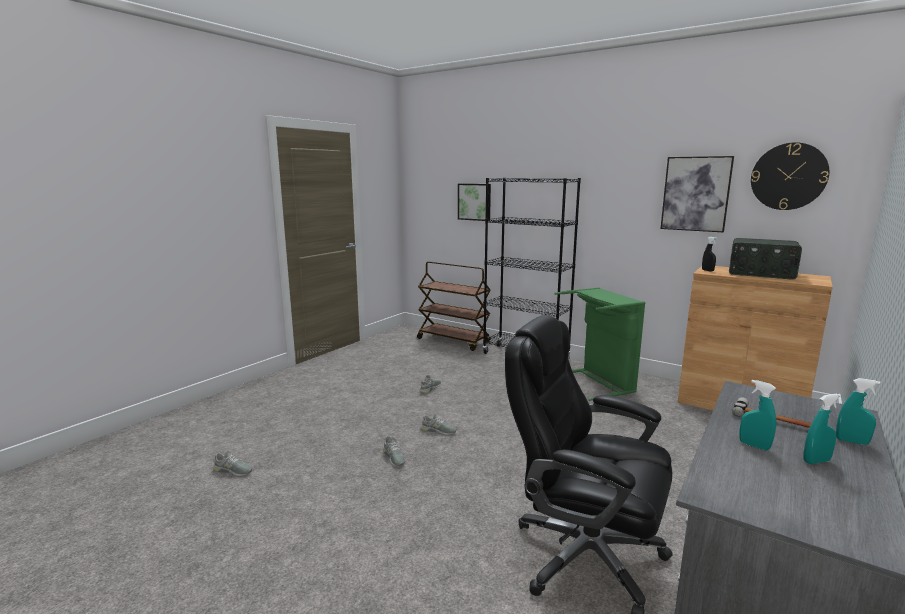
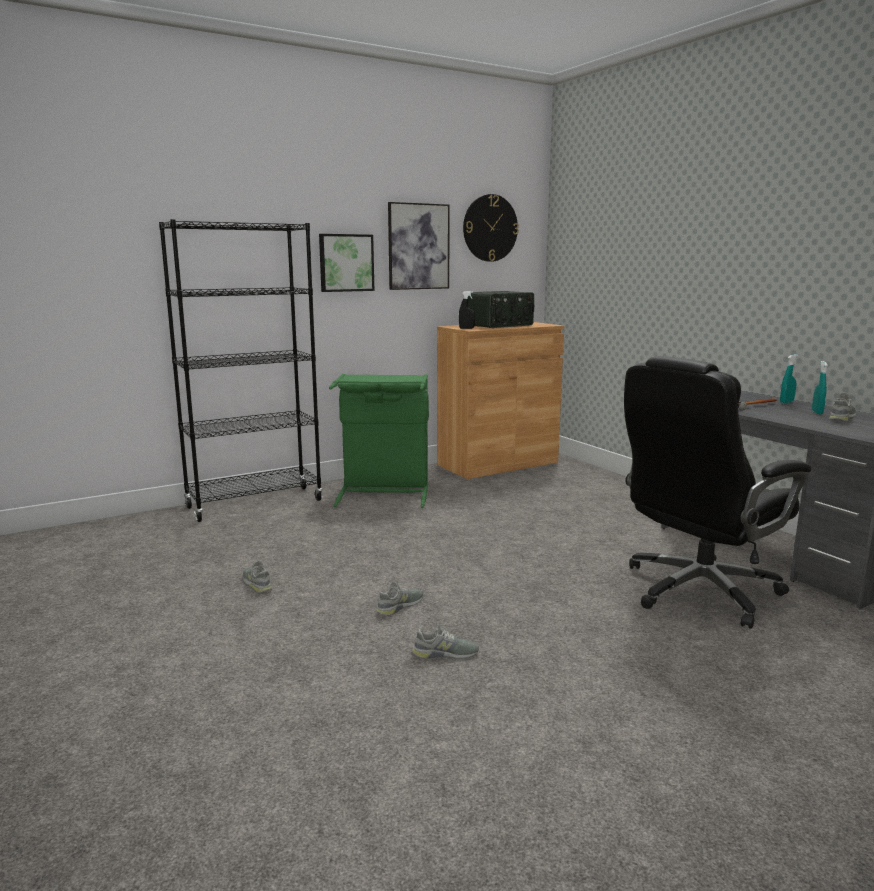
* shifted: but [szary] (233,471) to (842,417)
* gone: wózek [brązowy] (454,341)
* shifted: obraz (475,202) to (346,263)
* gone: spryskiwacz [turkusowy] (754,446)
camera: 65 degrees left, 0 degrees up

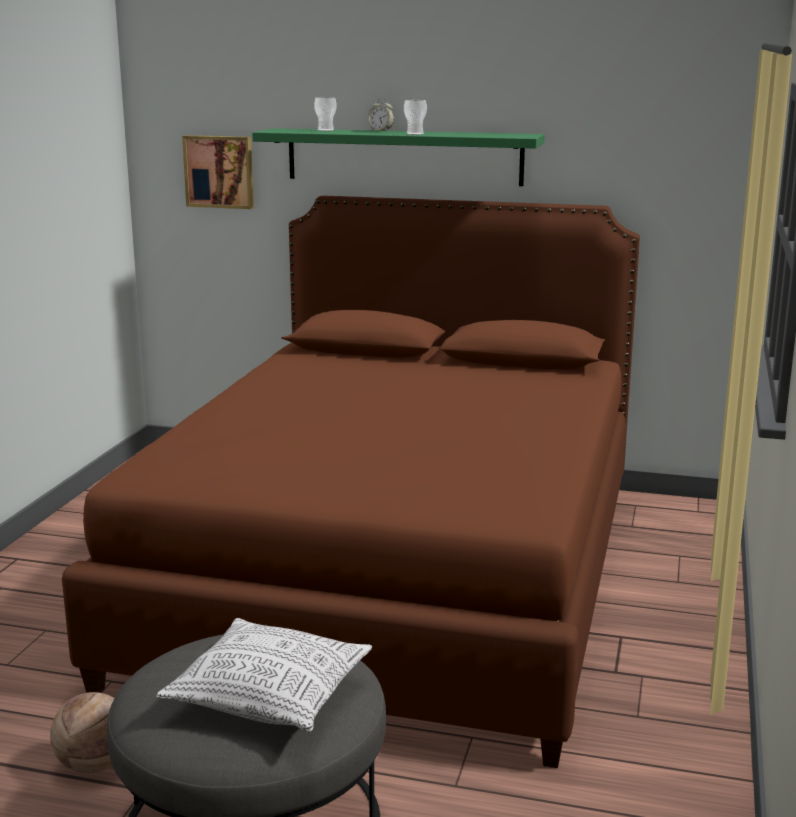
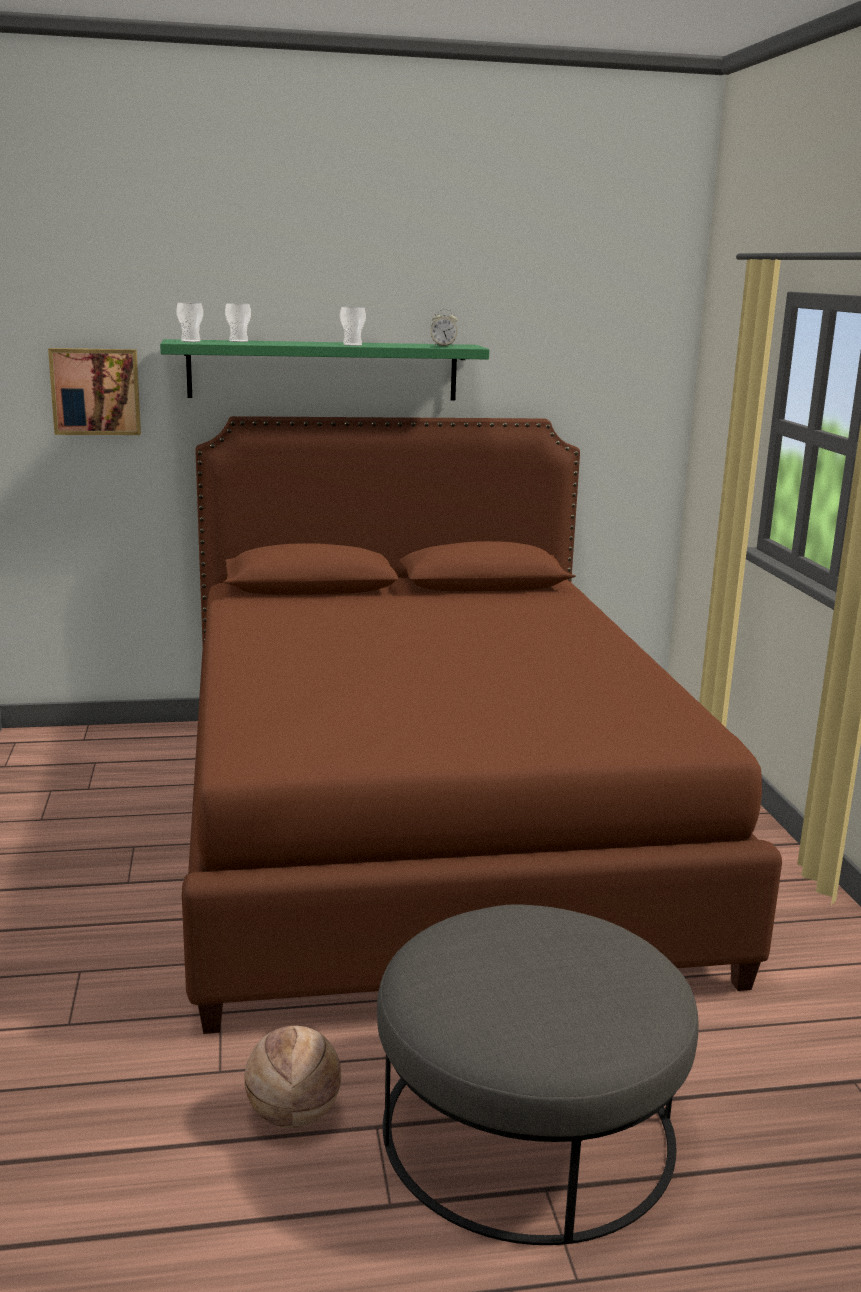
* gone: poduszka (270,696)
* shifted: budzik (381,131) to (443,346)
* new: filiżanka (190,341)
camera: 25 degrees left, 0 degrees up

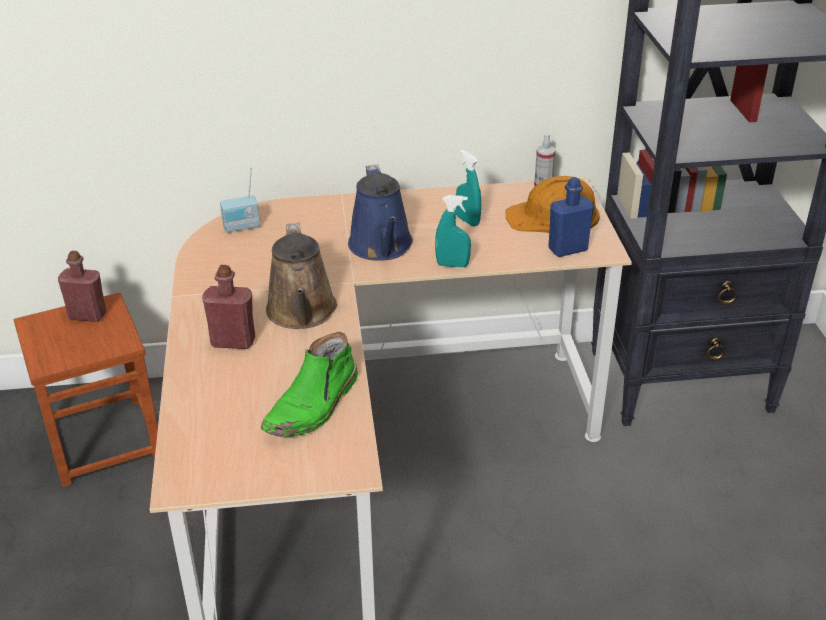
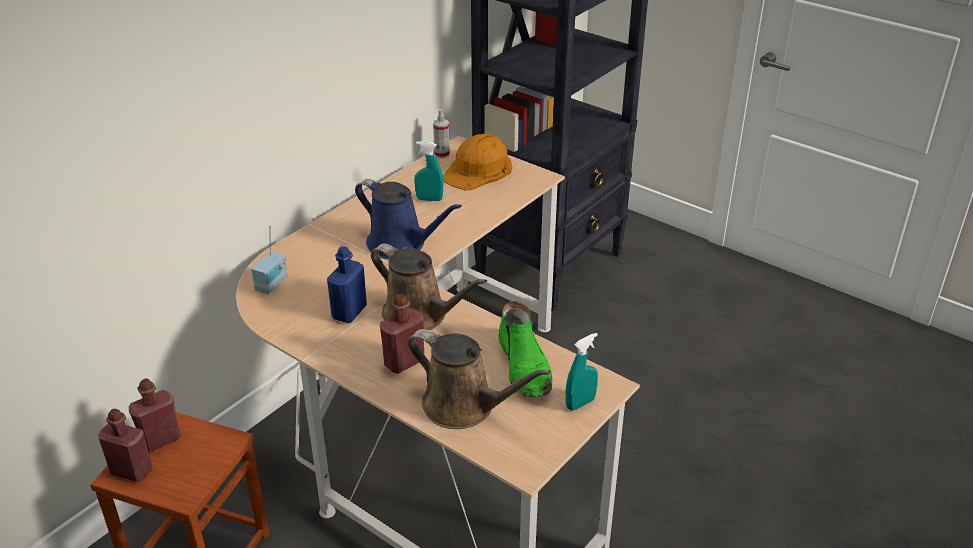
* shifted: spryskiwacz [turkusowy] (452,265) to (580,403)
* shifted: butelka [niebieski] (568,249) to (349,312)
* new: butelka [czerwony] (132,471)
* new: konewka [brązowy] (464,407)
camera: 45 degrees left, 0 degrees up

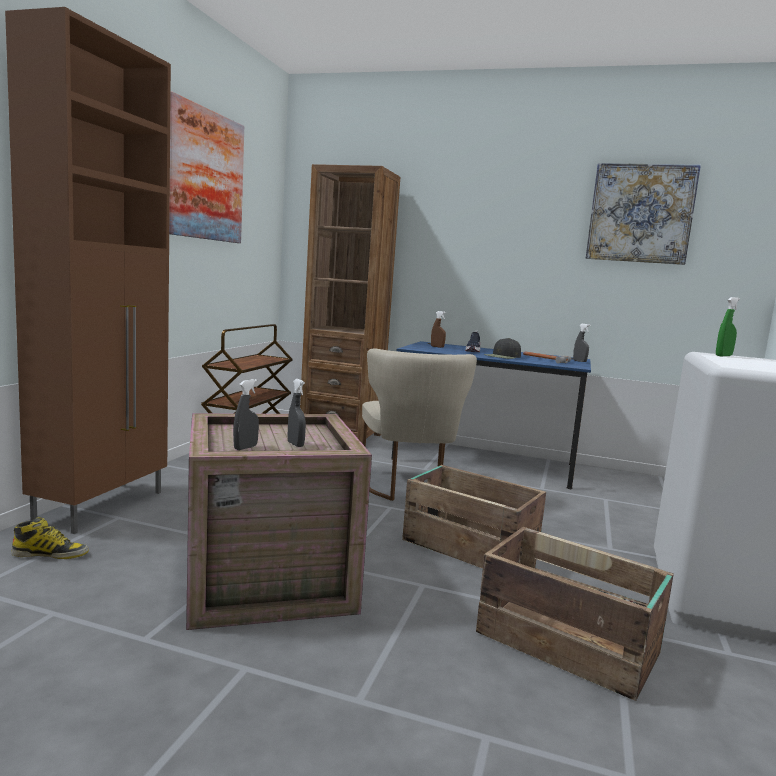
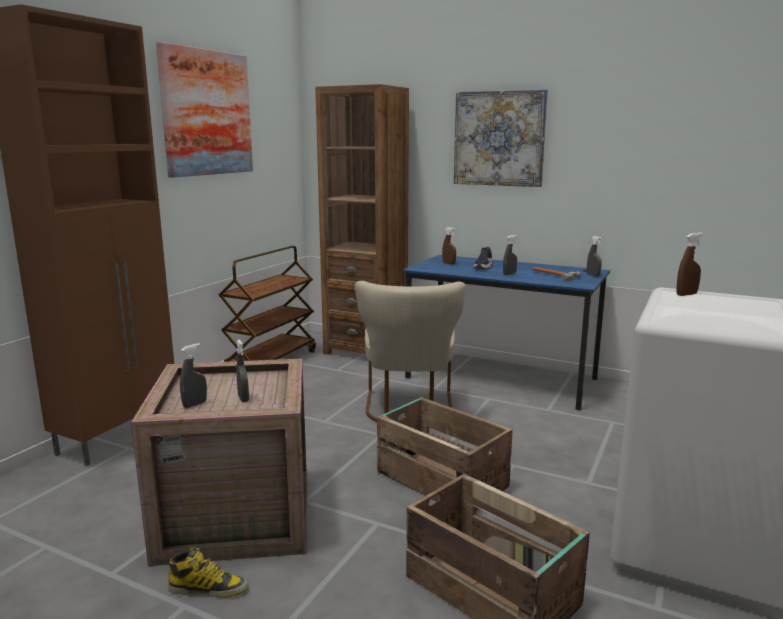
* shifted: but z cholewką (51,554) to (208,588)
* swapped: czapka z daszkiem [czarny] (503,356) to spryskiwacz [szary] (509,274)
* shifted: obraz (640,213) to (499,138)
* repainted: spryskiwacz [zielony] (723,356) to spryskiwacz [brązowy] (686,294)
camera: 10 degrees right, 5 degrees up

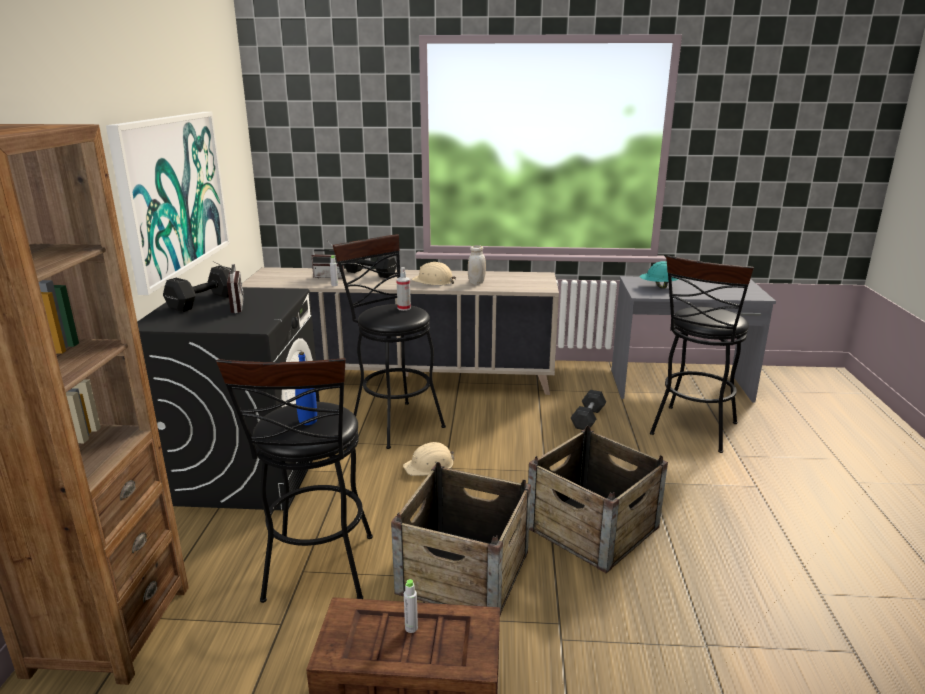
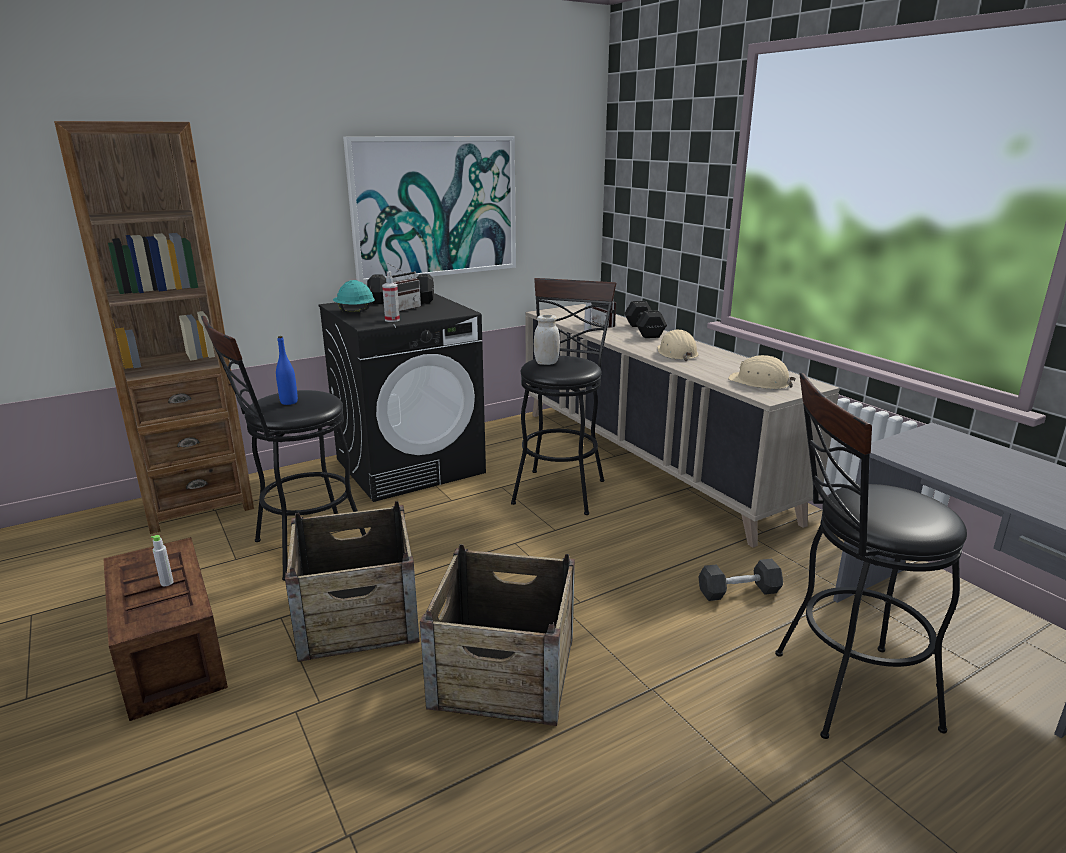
* shifted: spryskiwacz (404,308) to (392,320)
* shifted: kask [beżowy] (430,465) to (760,382)
* shifted: słoik [biały] (476,283) to (546,363)
* shifted: kask [turkusowy] (658,287) to (354,312)
camera: 55 degrees right, 0 degrees up

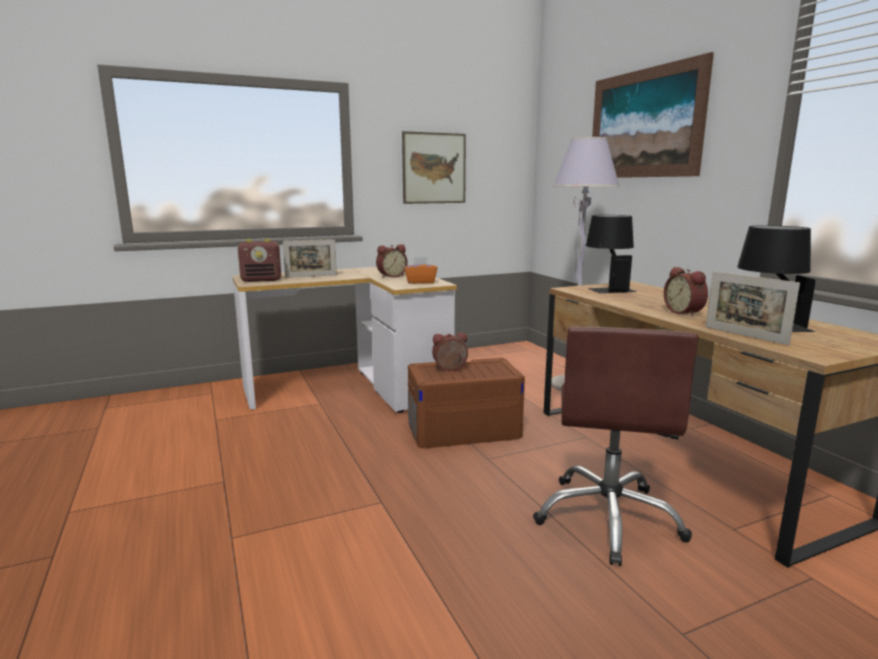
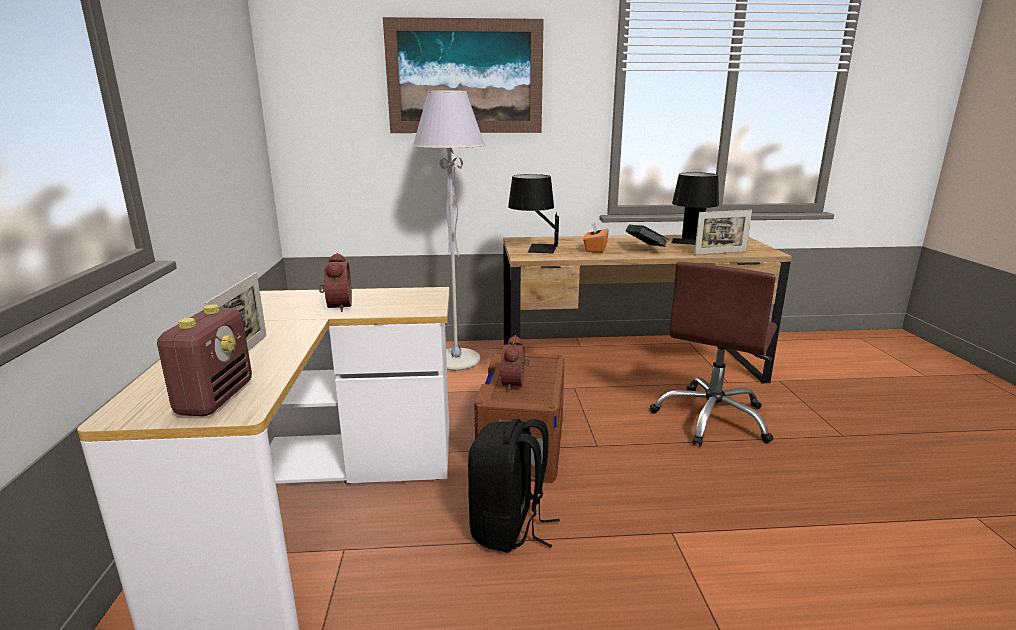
* gone: obraz (434,168)
* shifted: pudełko chusteczek [pomarańczowy] (420,282) to (595,249)
* rotated: krzesło biurowe [brązowy] (609,518) = (712,419) 90 degrees clockwise
* swapped: budzik (685,312) to książka (645,249)
* new: plecak [czarny] (509,528)
camera: 70 degrees left, 5 degrees up

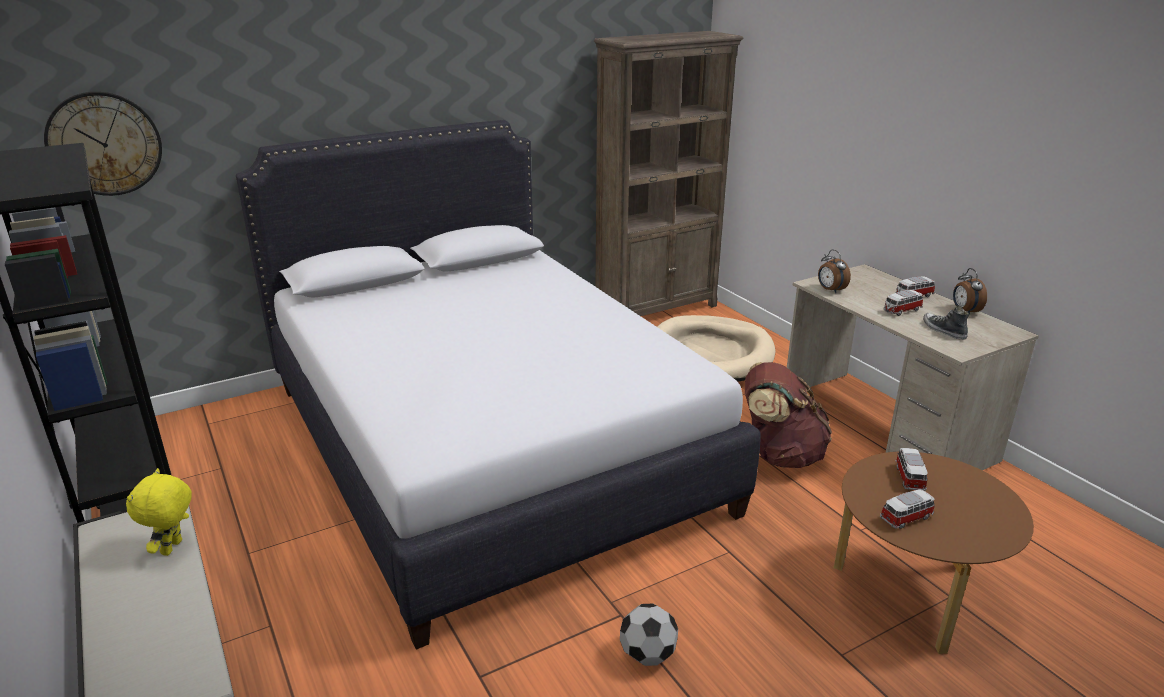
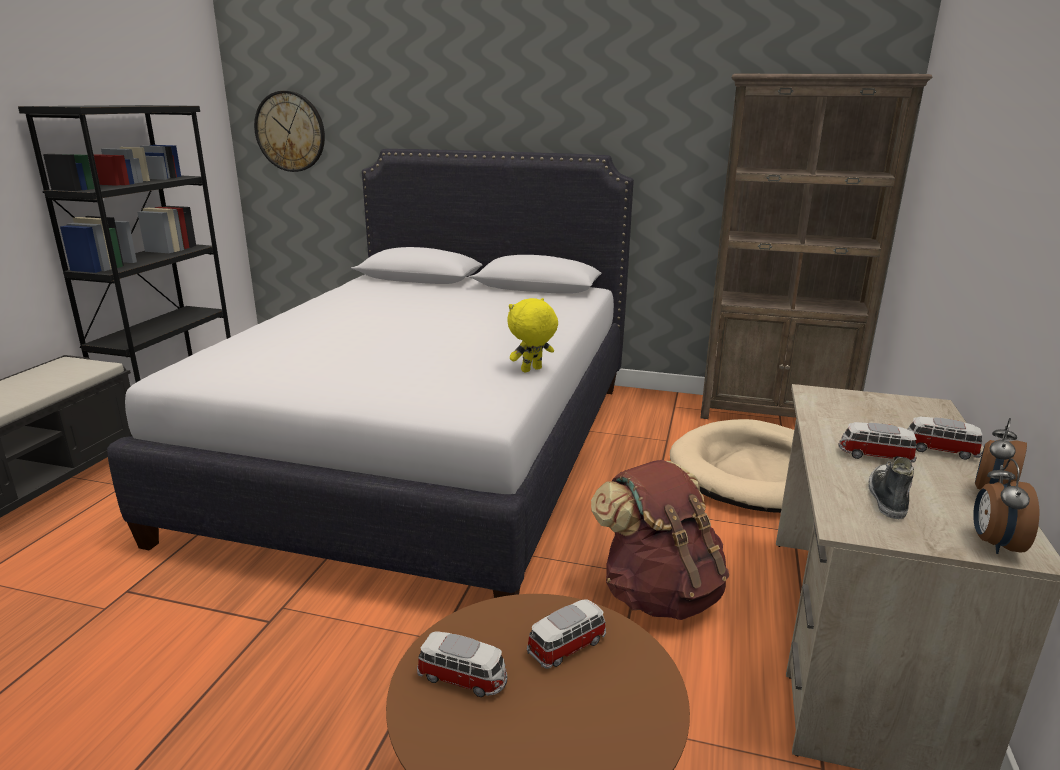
* shifted: pluszak [żółty] (173,548) to (532,370)
* gone: piłka futbolowa (648,655)
* shifted: budzik (830,290) to (993,544)
camera: 45 degrees right, 5 degrees down

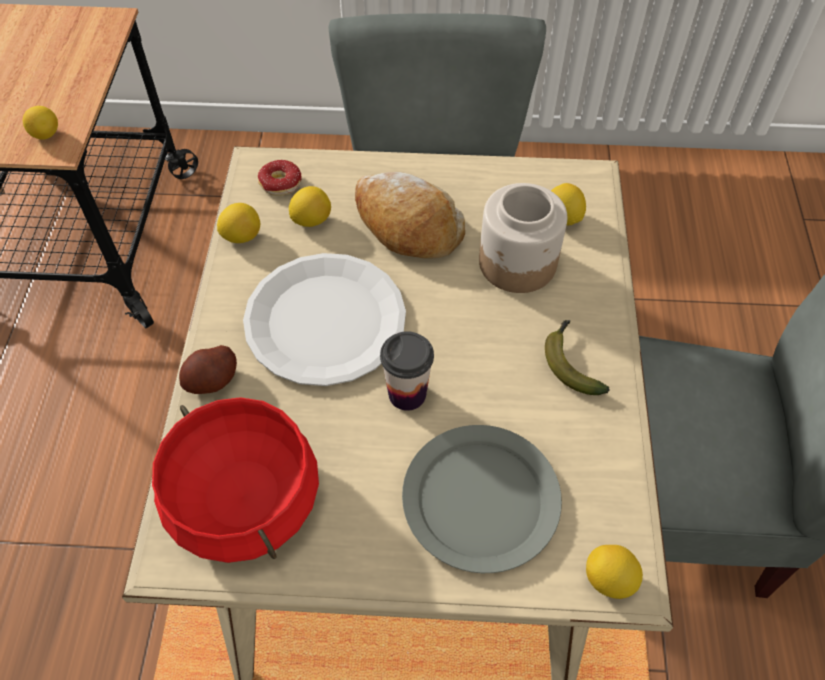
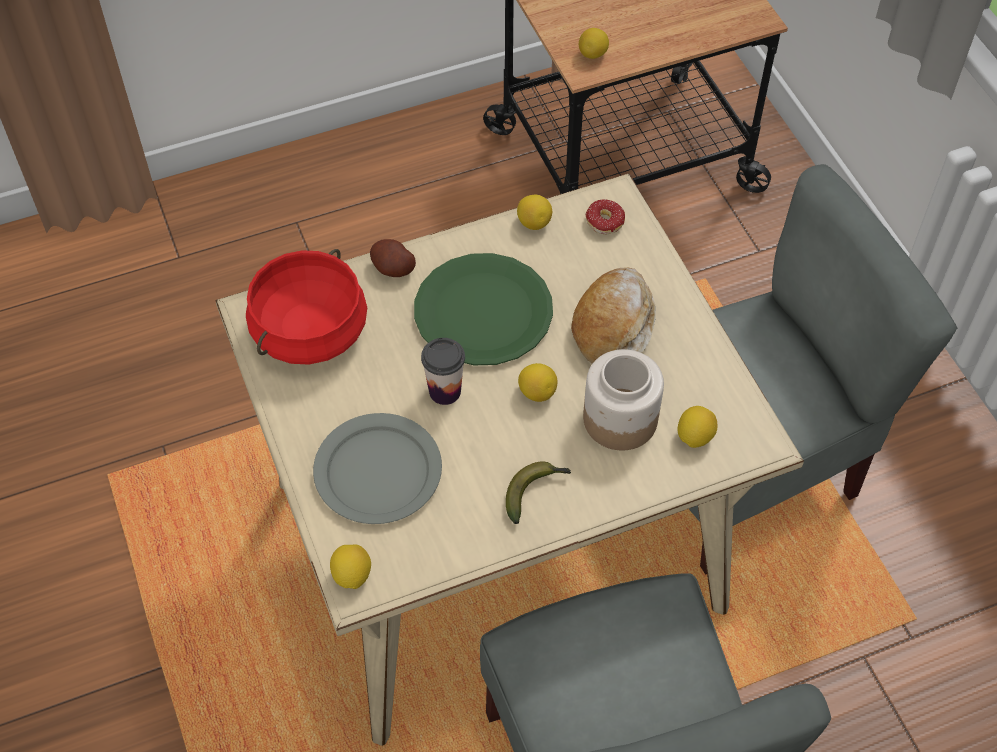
* repainted: talerz [biały] (325,321) to talerz [zielony] (483,312)
* shifted: cytryna (311,220) to (537,392)
camera: 65 degrees right, 0 degrees up

